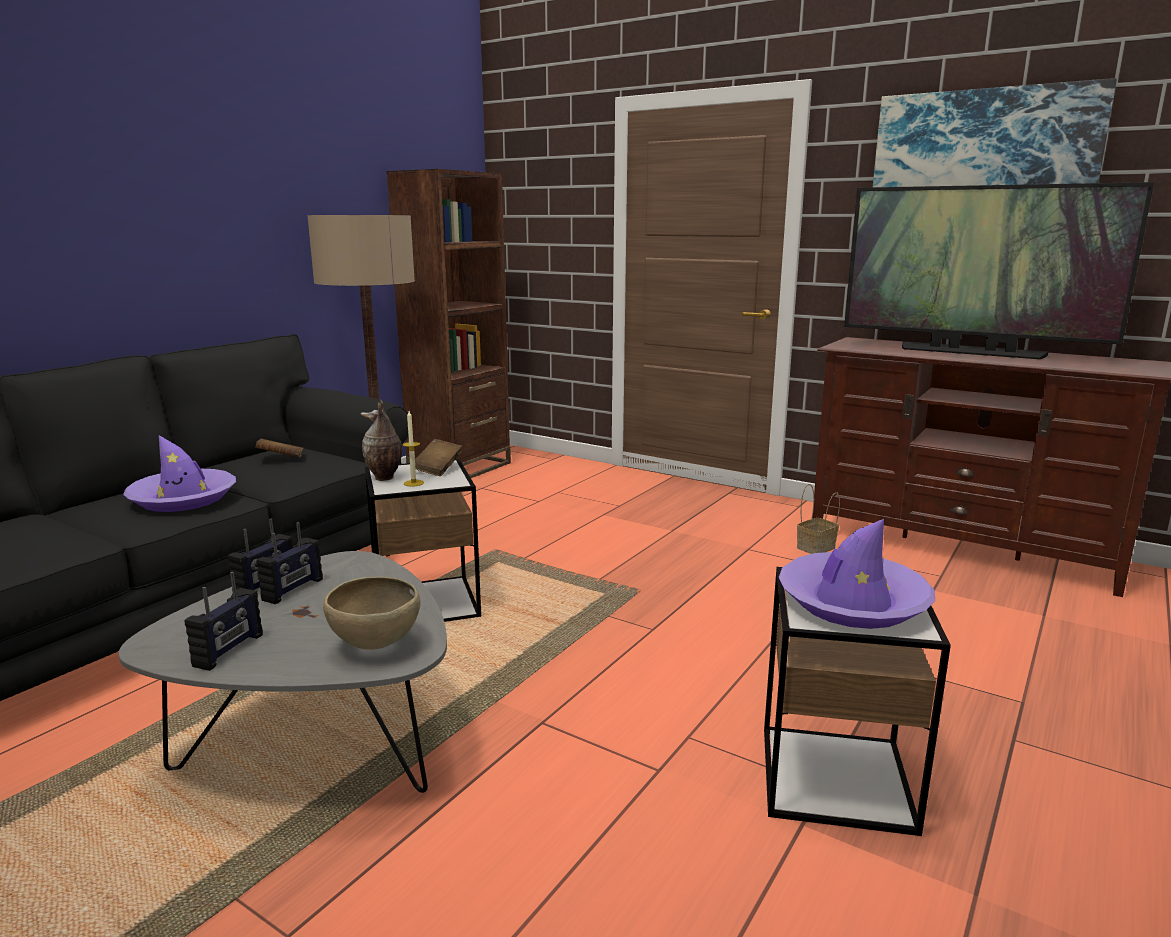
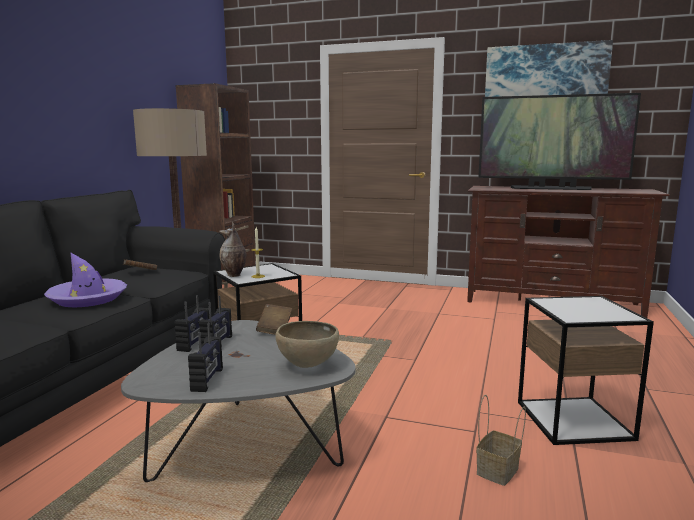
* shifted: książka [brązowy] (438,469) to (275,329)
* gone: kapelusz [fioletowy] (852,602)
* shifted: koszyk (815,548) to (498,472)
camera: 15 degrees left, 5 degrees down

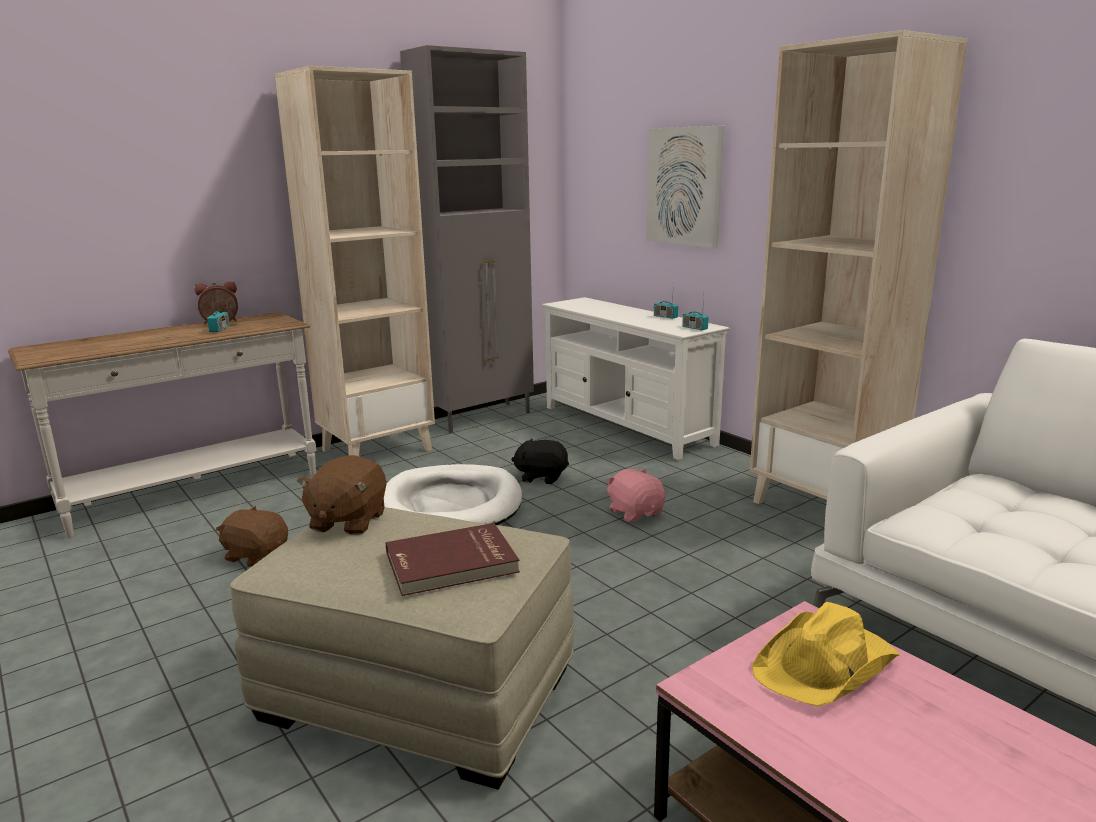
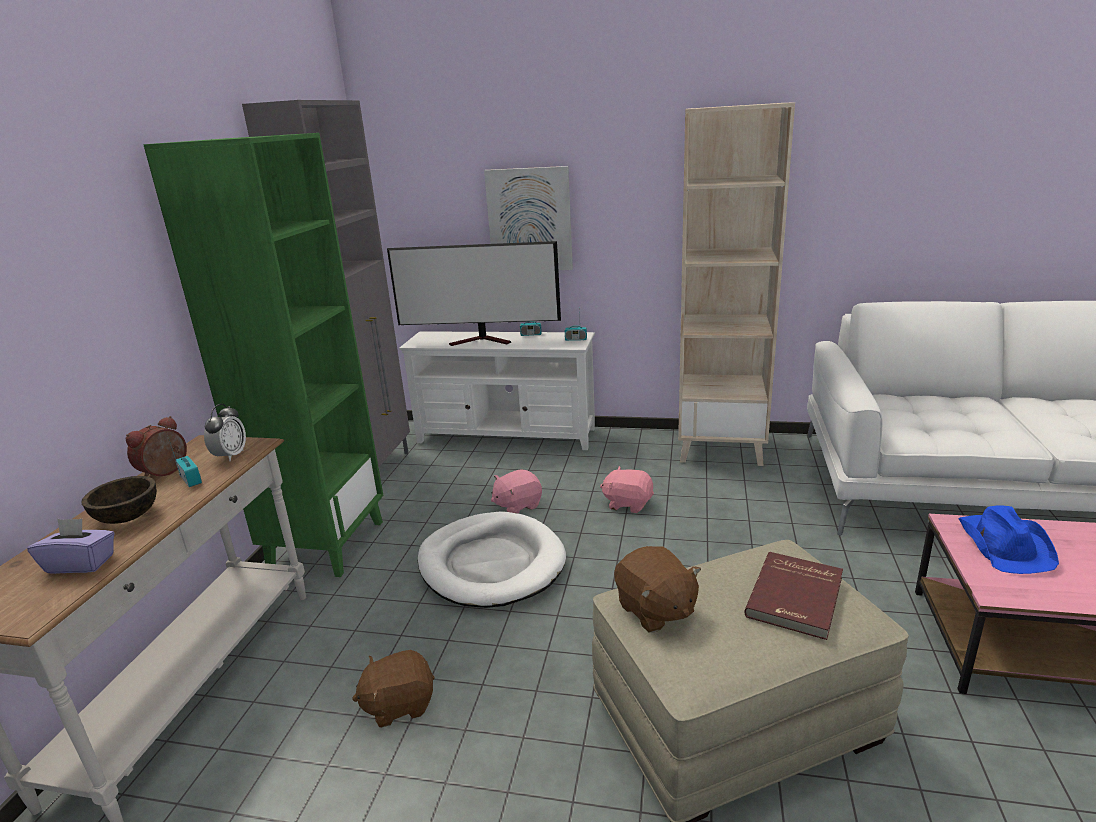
* repainted: regał [beżowy] (377,449) to regał [zielony] (327,544)
* repainted: pluszak [czarny] (541,477) to pluszak [różowy] (517,505)
* repainted: kapelusz [żółty] (826,665) to kapelusz [niebieski] (1005,545)
* new: pudełko chusteczek [fioletowy] (81,563)
* new: miska [brązowy] (127,517)
* new: budzik (230,456)
* new: telewizor (483,341)
camera: 40 degrees left, 5 degrees up

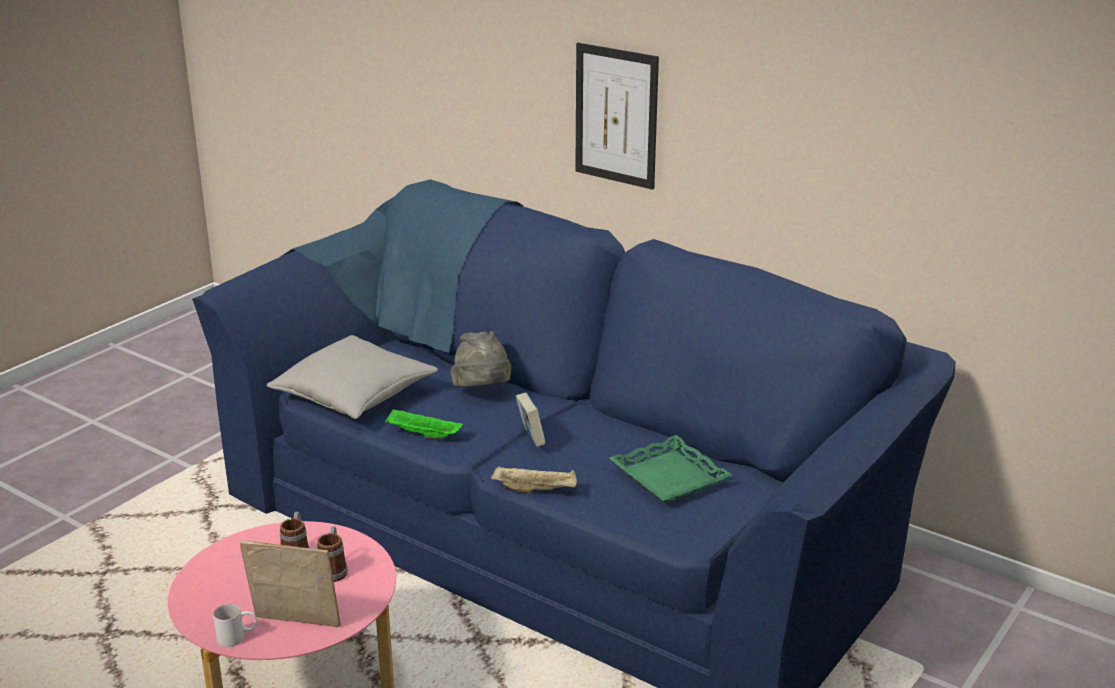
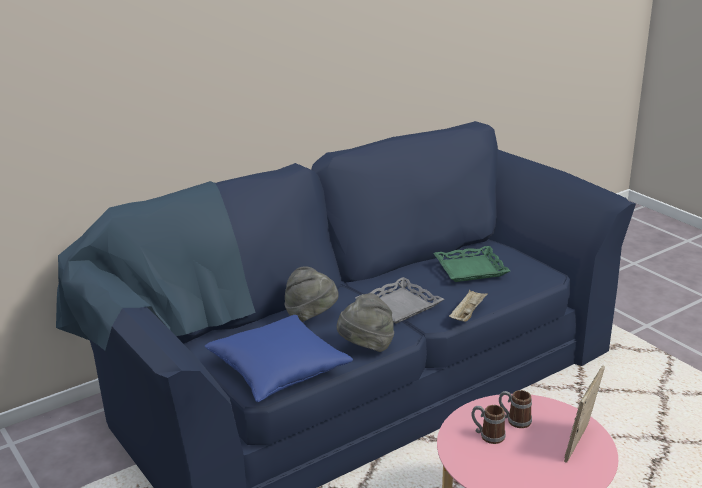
* gone: kubek [biały] (238,637)
* repainted: poduszka [szary] (355,395) to poduszka [niebieski] (278,370)
* swapped: taca [zielony] (422,435) to kapelusz [szary] (366,347)
* swapped: książka (530,439) to taca [szary] (399,305)
* gone: obraz (616,116)
camera: 70 degrees left, 0 degrees up

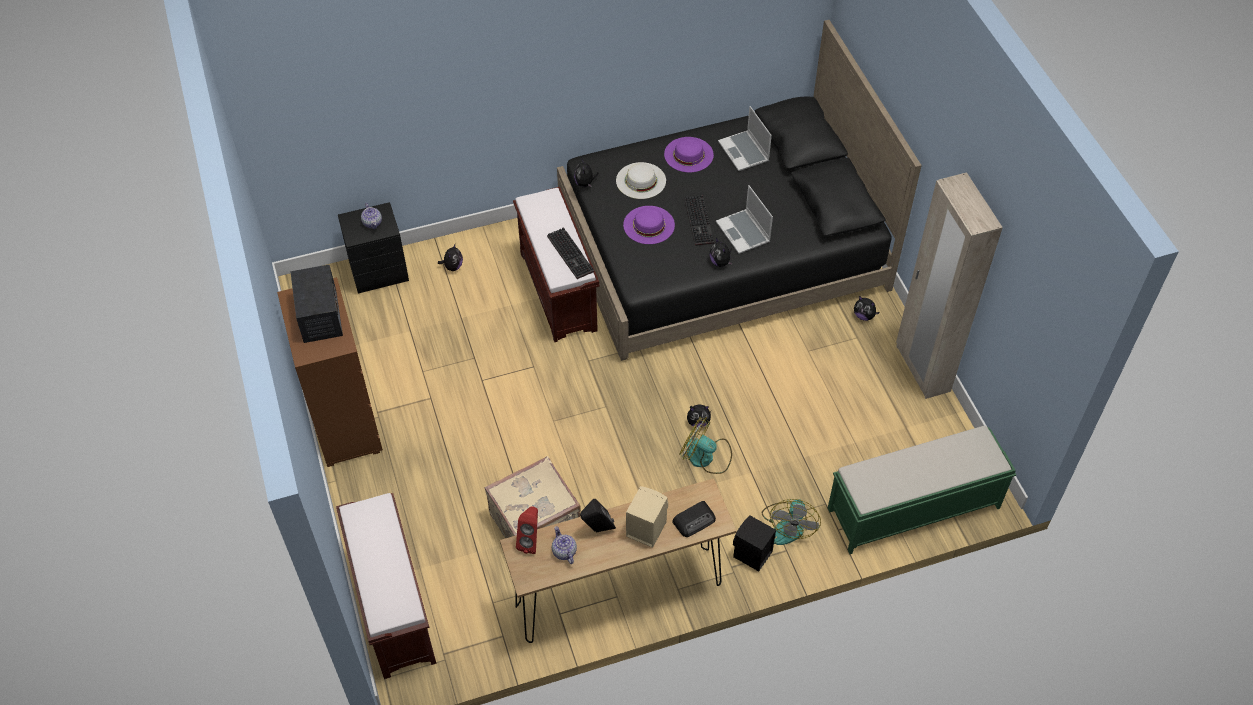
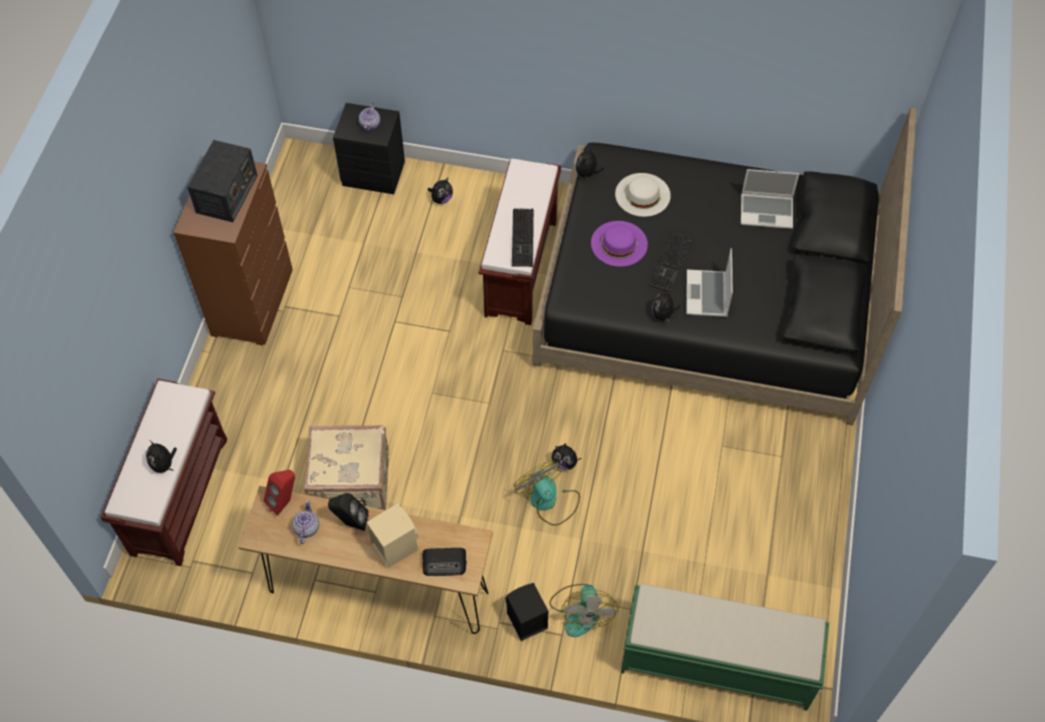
* gone: kapelusz [fioletowy] (688,154)
* rotated: laptop (744,152) = (767,211) 90 degrees counterclockwise
* rotated: wentylator (788,525) = (581,610) 45 degrees counterclockwise
* shifted: pluszak (864,316) to (164,464)
* gone: szafa [beżowy] (922,369)
camera: 30 degrees right, 5 degrees up

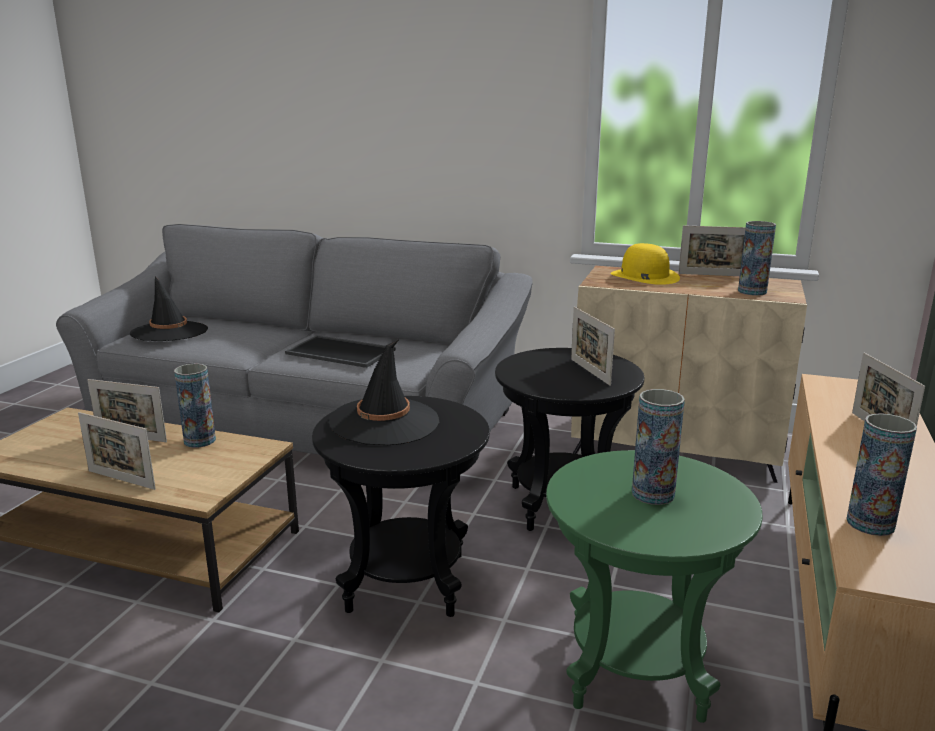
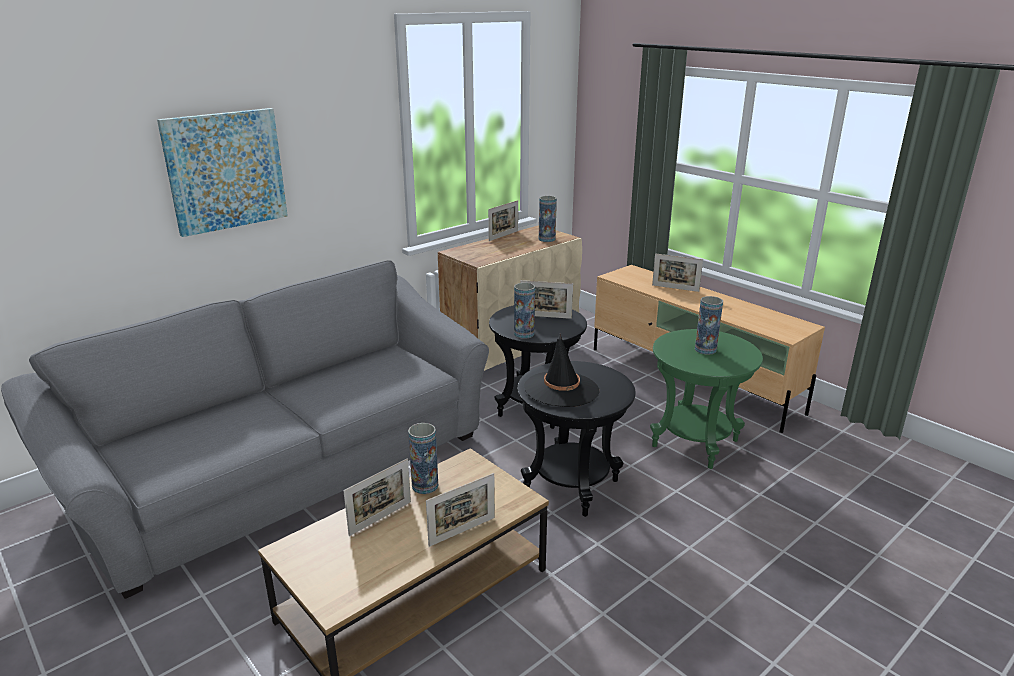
* gone: kapelusz [czarny] (169,332)
* gone: taca (342,351)
* gone: kapelusz [żółty] (644,276)
* shifted: wazon (870,523) to (524,334)
* new: obraz (225,170)
camera: 60 degrees left, 5 degrees up

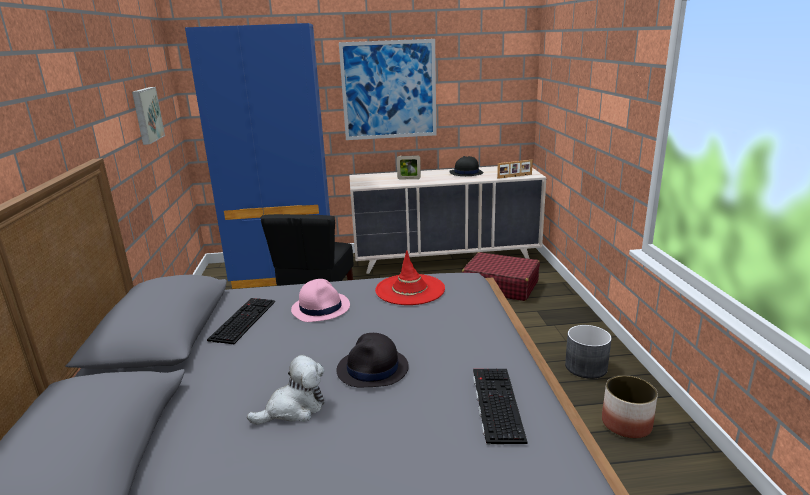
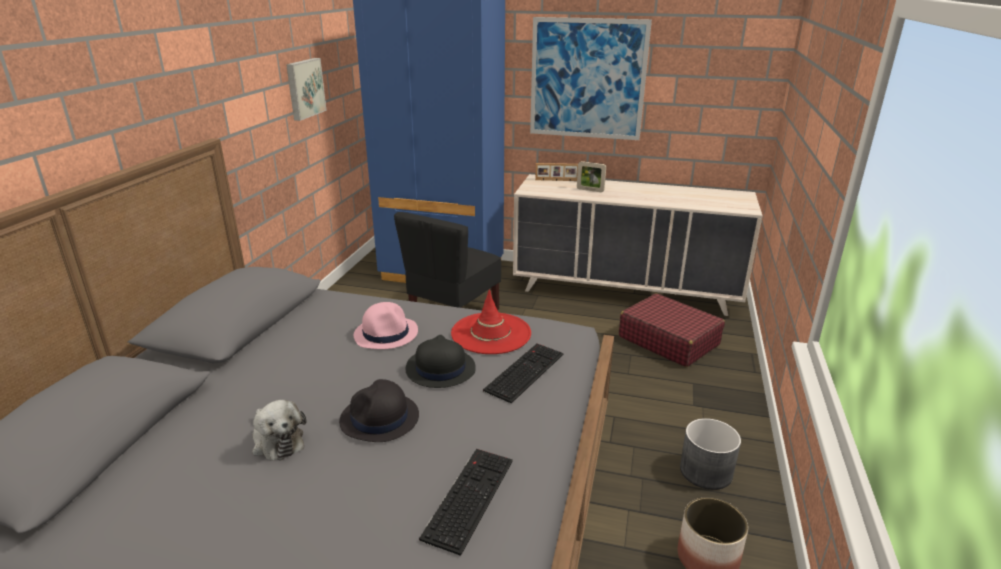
* shifted: klawiatura (242,320) to (524,371)
* rotated: pluszak (294,409) = (277,441) 60 degrees clockwise
* shifted: kapelusz [czarny] (466,173) to (440,369)
* shifted: ramka na zdjęcie (515,176) to (556,180)
camera: 20 degrees right, 5 degrees up

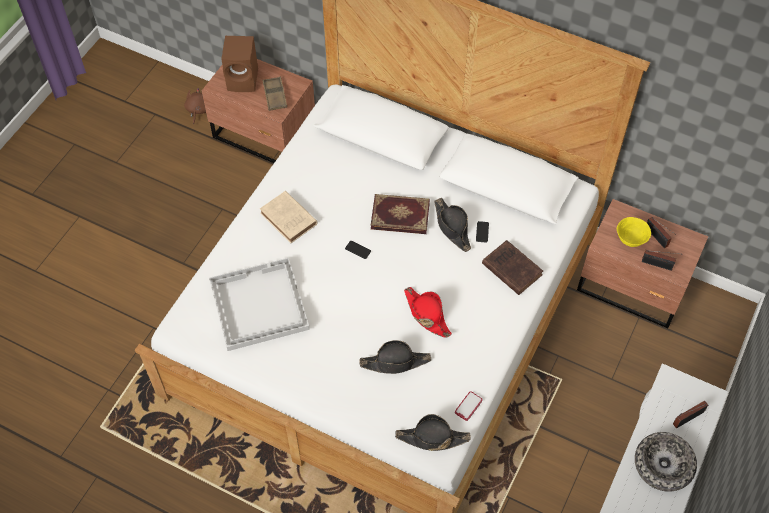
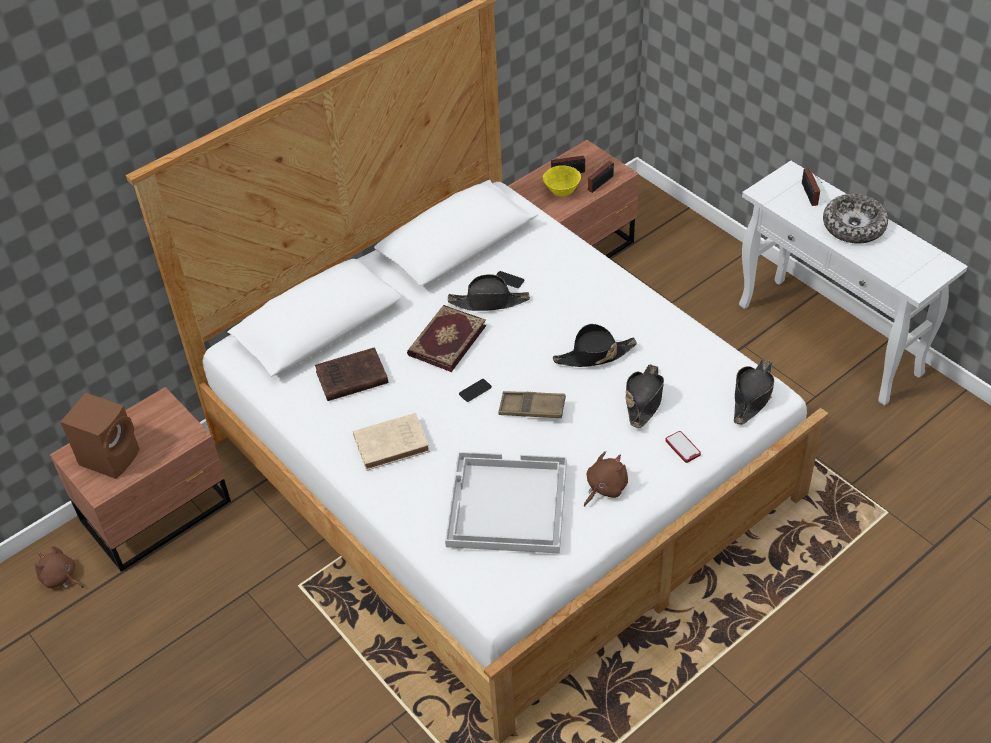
* shifted: taca [brązowy] (275,96) to (532,408)
* repainted: kapelusz [czerwony] (426,314) to kapelusz [czarny] (594,355)
* shifted: telefon (468,406) to (682,447)
* shifted: książka [brązowy] (510,268) to (350,378)
* new: pluszak [brązowy] (604,488)
camera: 65 degrees left, 10 degrees down

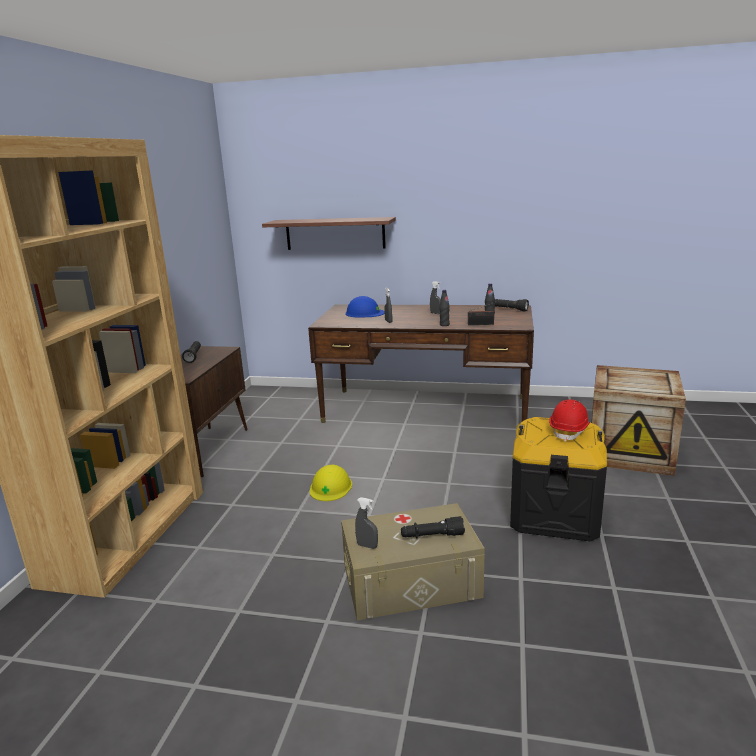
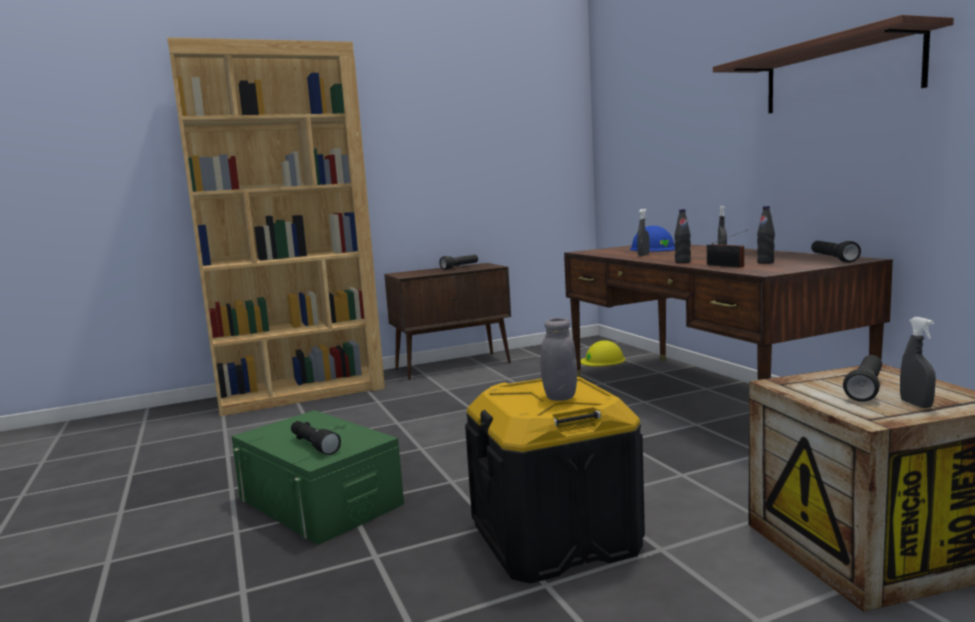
* shifted: półka (335,233) to (839,74)
* shifted: kask [żółty] (331,487) to (602,360)
* repainted: pojemnik do przechowywania [beżowy] (411,581) to pojemnik do przechowywania [zielony] (320,501)
* shifted: spryskiwacz [szary] (367,546) to (916,404)
* swapped: kask [czerwony] (569,431) to słoik [szary] (560,397)
* new: latarka [czarny] (865,389)
camera: 55 degrees right, 10 degrees down

